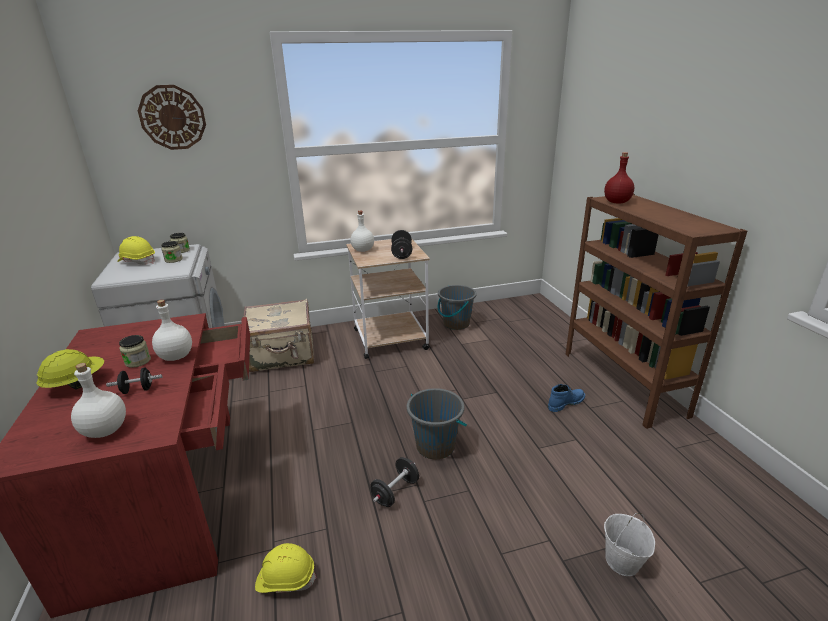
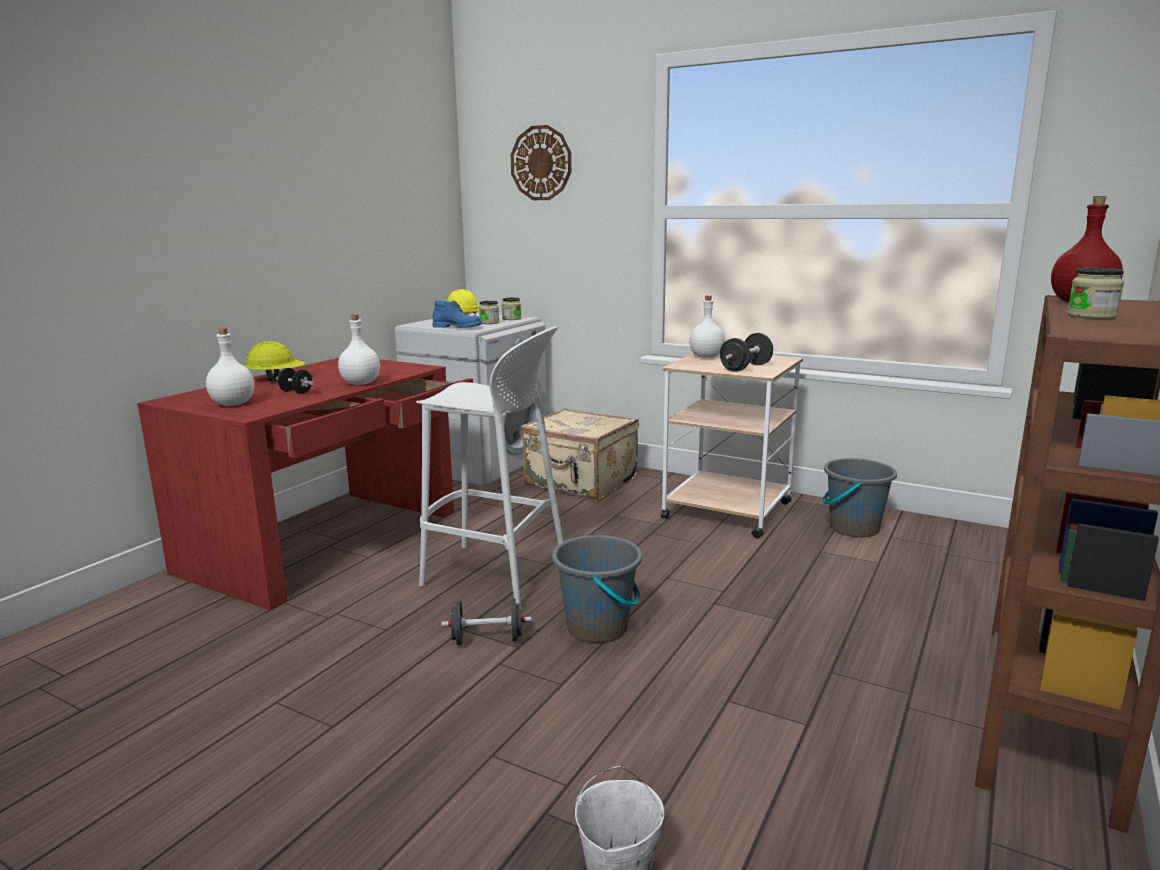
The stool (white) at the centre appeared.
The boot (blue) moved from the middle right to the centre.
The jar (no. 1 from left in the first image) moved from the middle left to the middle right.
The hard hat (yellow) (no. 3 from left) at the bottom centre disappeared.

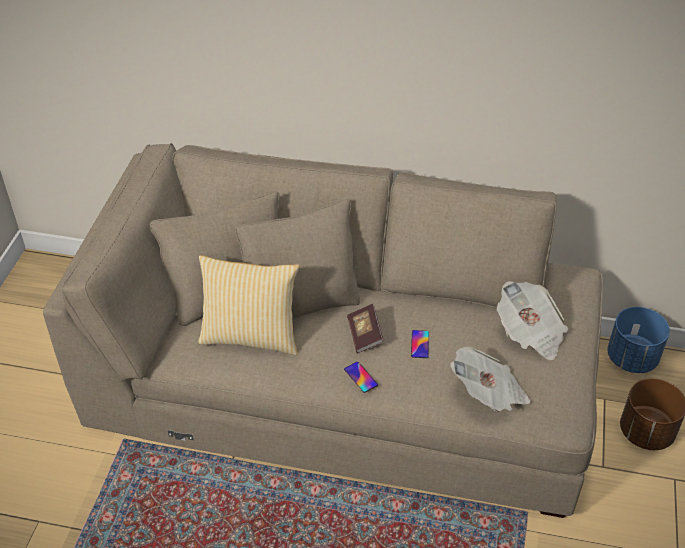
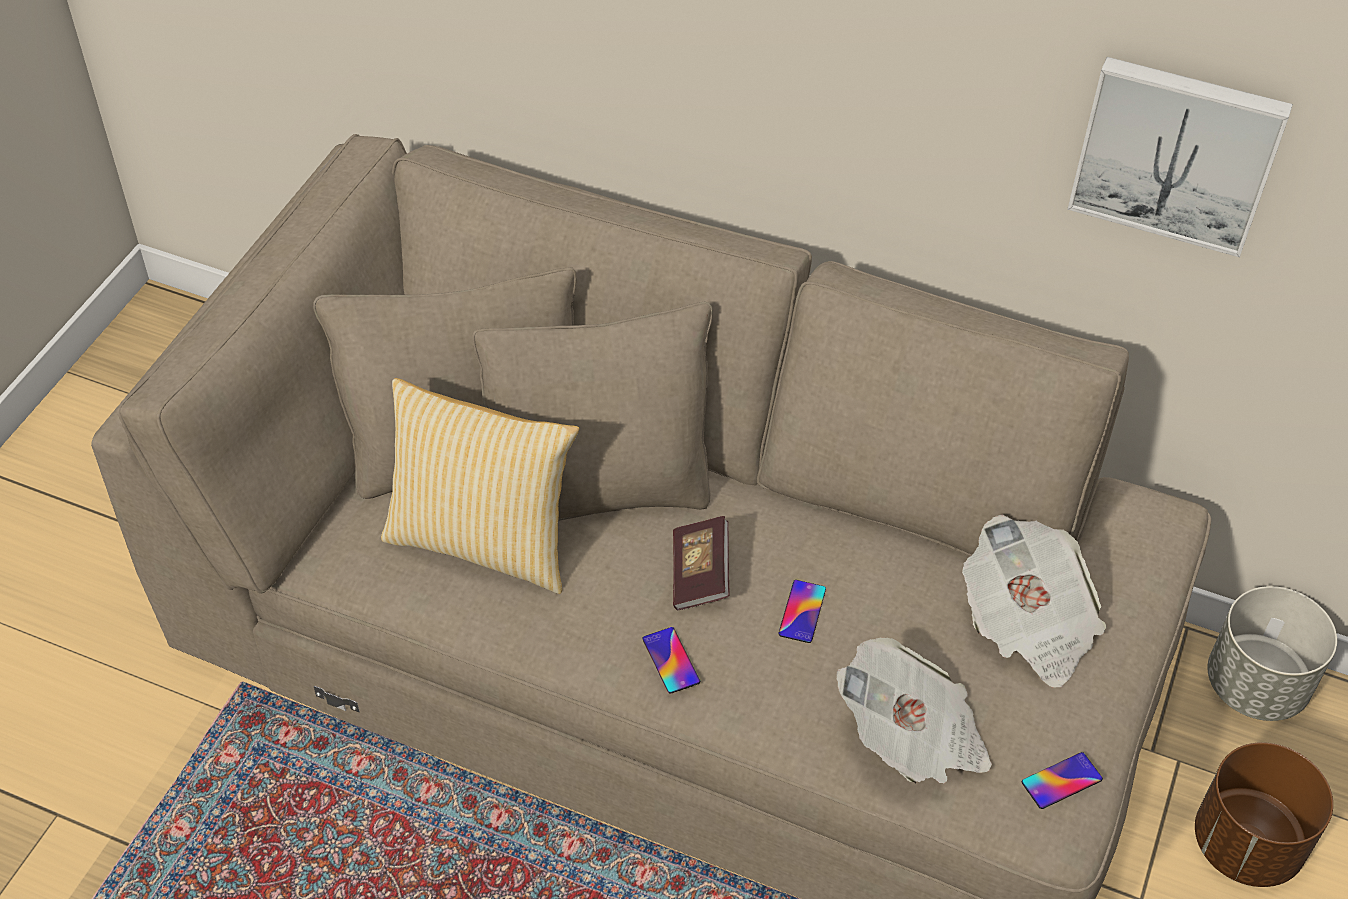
The phone (no. 3 from left) at the bottom right appeared.
The picture at the top right appeared.
The planter (blue) at the middle right became the planter (grey) at the bottom right.

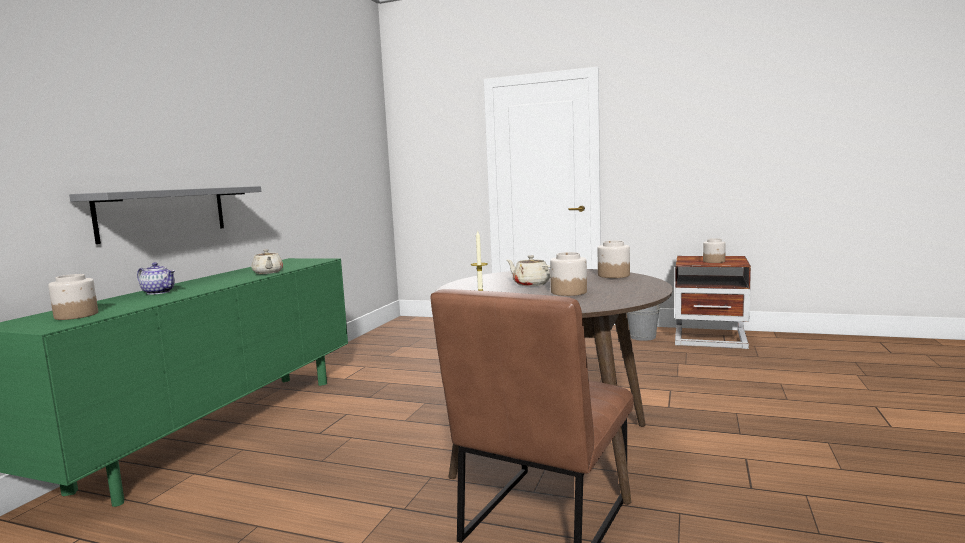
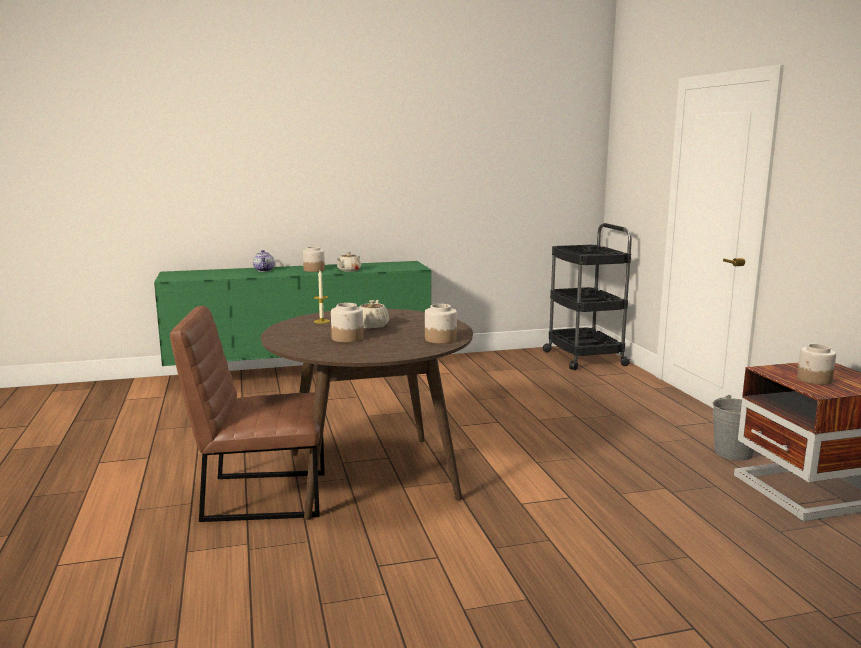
The jar (no. 1 from left) moved from the middle left to the centre.
The cart (black) at the middle right appeared.
The shelf (grey) at the middle left disappeared.

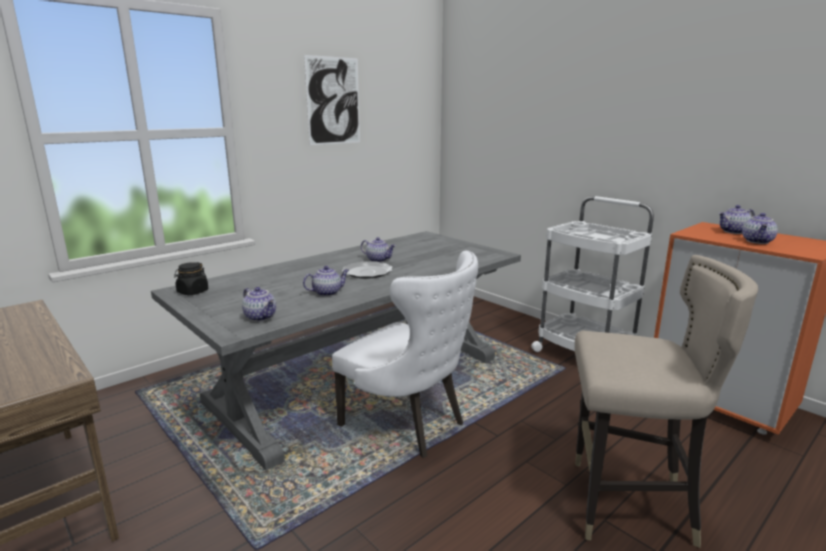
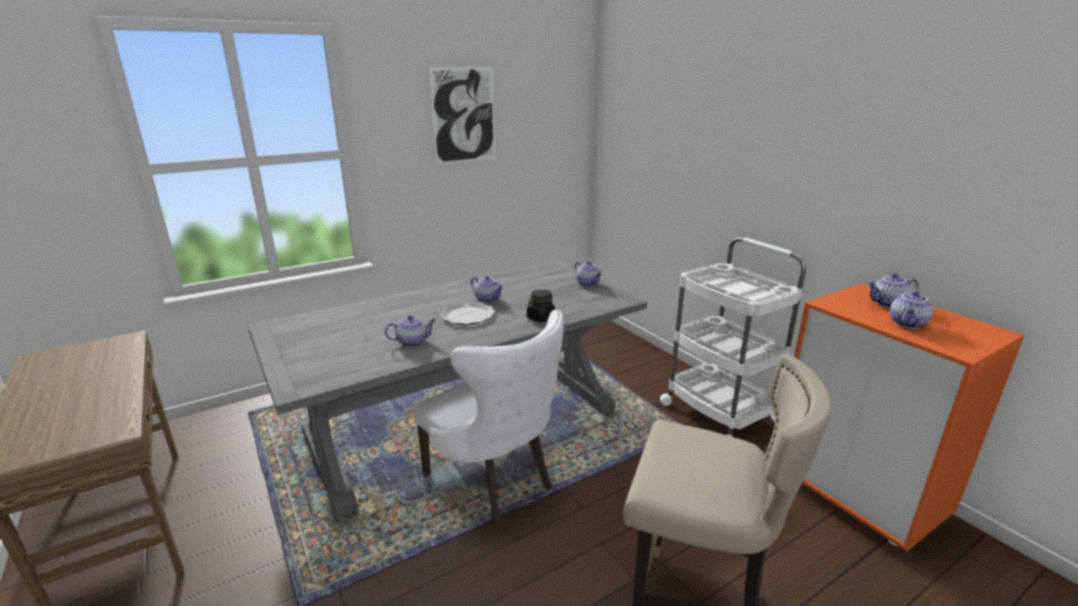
The jar (black) moved from the middle left to the centre.
The teapot (no. 1 from left in the first image) moved from the middle left to the centre.

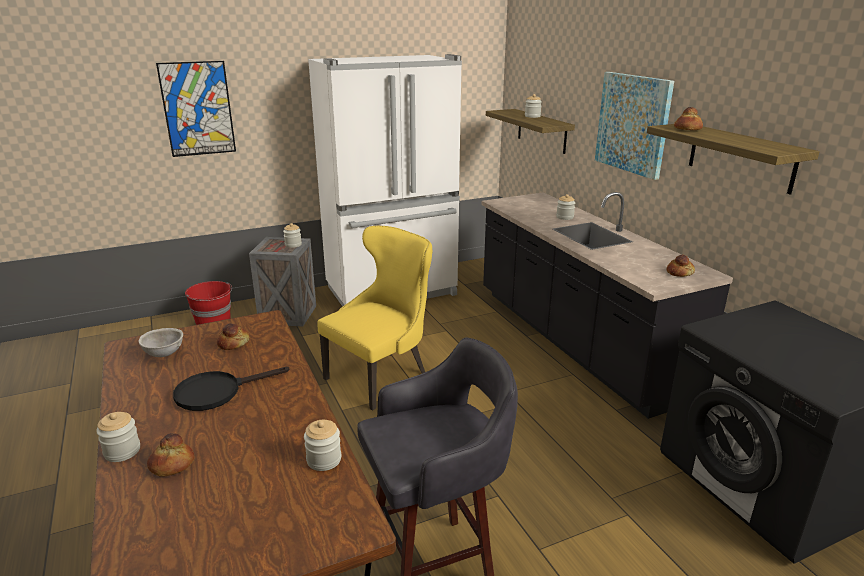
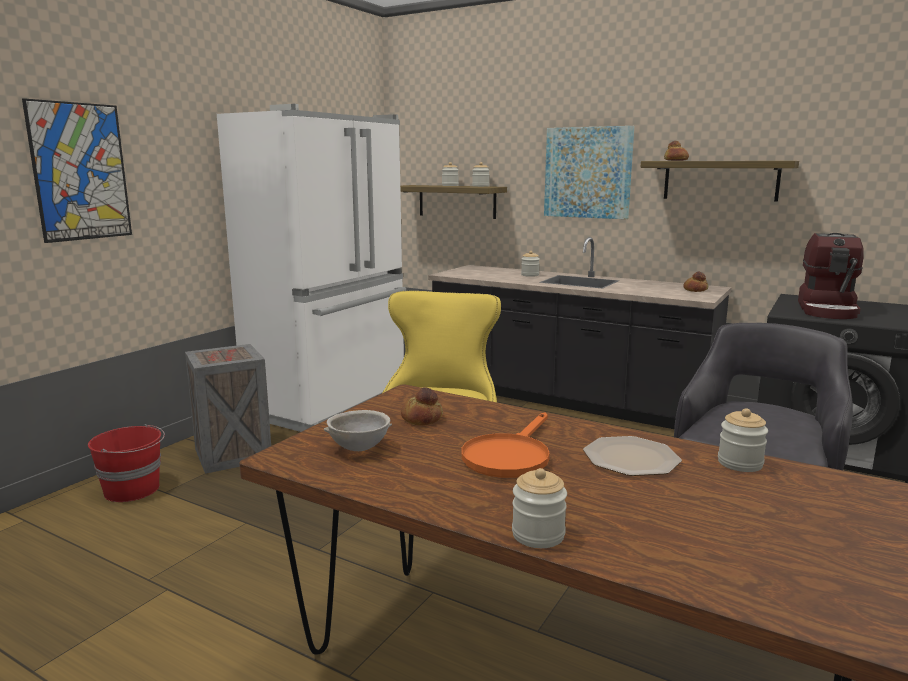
The frying pan (black) at the bottom left became the frying pan (orange) at the centre.
The jar (no. 2 from left) moved from the centre to the top centre.
The plate at the bottom right appeared.
The coffee machine at the middle right appeared.
The bread (no. 1 from left) at the bottom left disappeared.

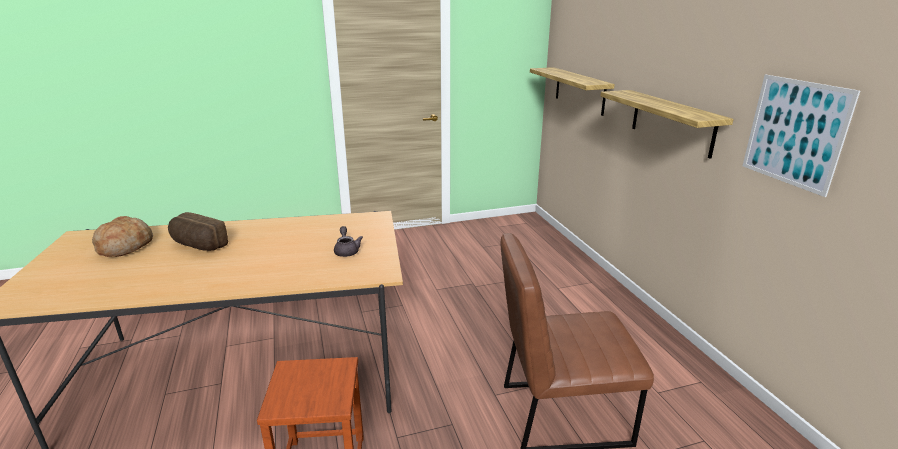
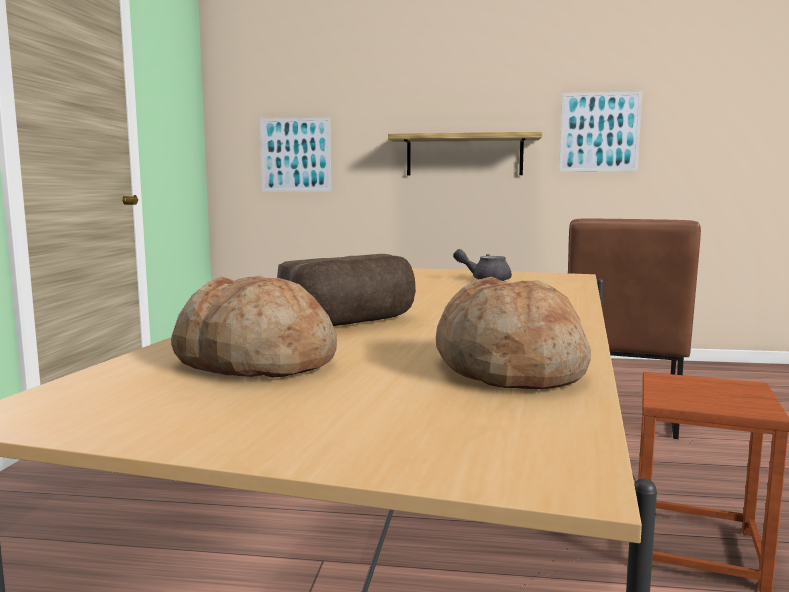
The shelf (no. 1 from left) at the top centre was replaced by the picture (no. 1 from left) at the top centre.
The bread (no. 3 from left) at the centre appeared.

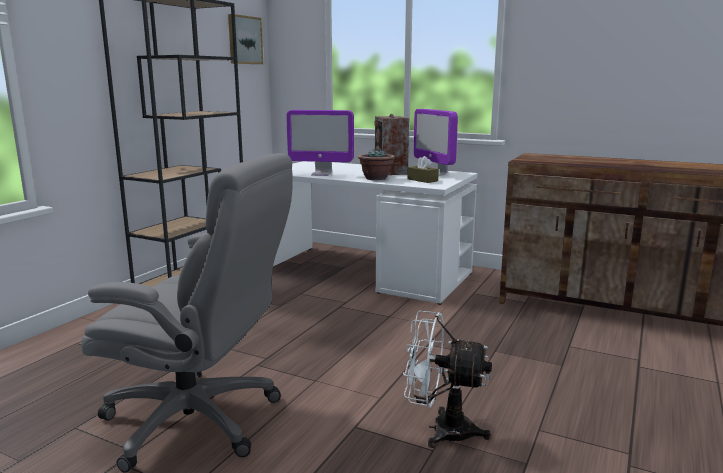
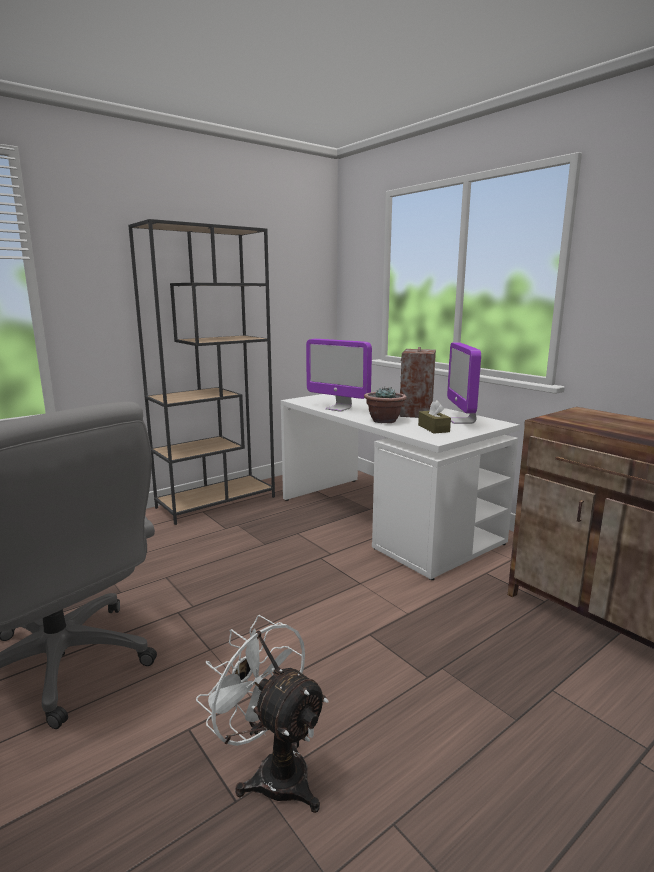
The picture at the top centre disappeared.

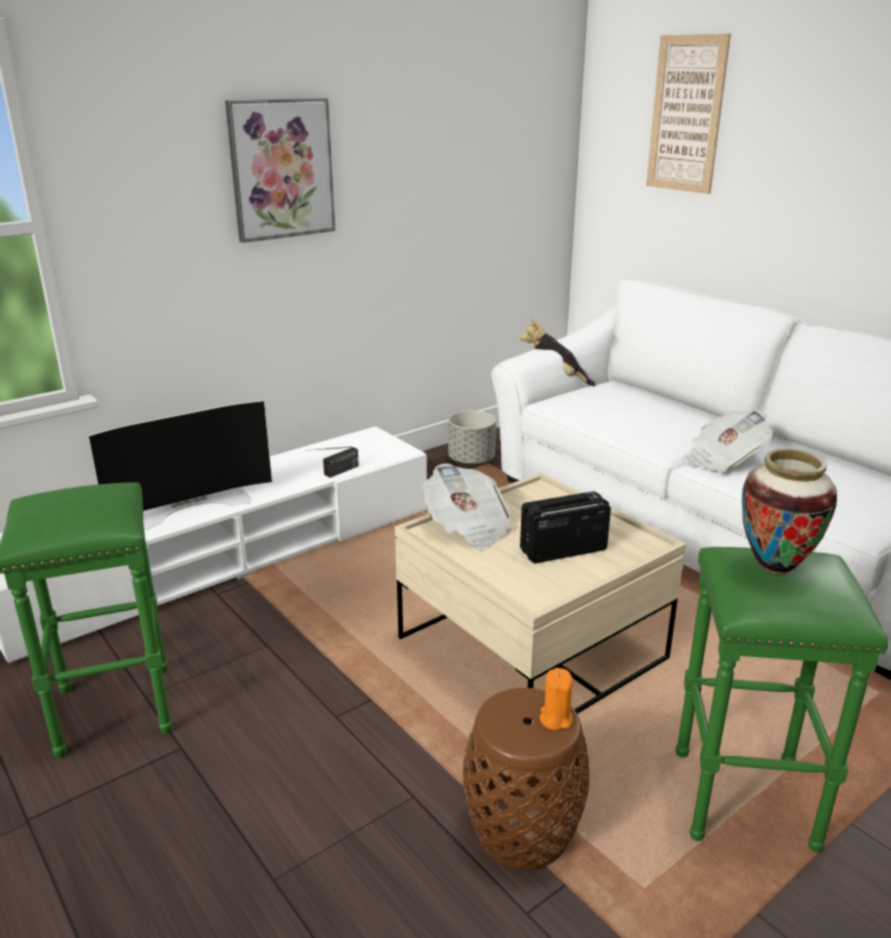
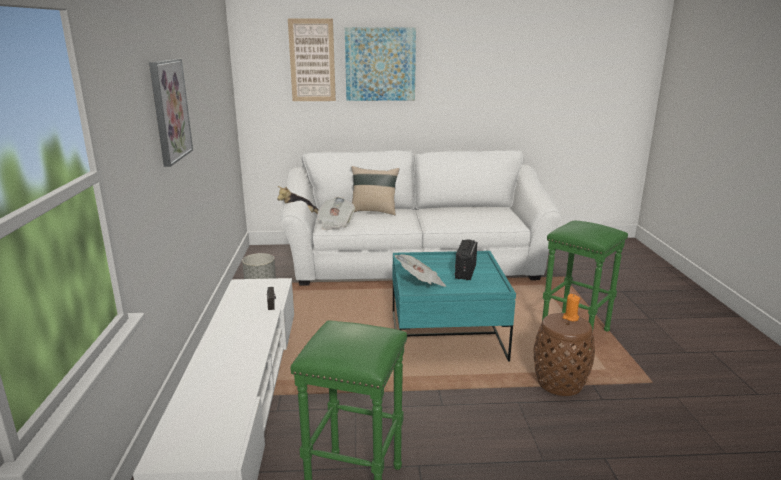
The newspaper (no. 2 from left in the first image) moved from the middle right to the centre.
The picture (no. 3 from left) at the top centre appeared.
The pillow (beige) at the centre appeared.
The coffee table (beige) at the centre became the coffee table (turquoise) at the centre.
The television at the middle left disappeared.
The vase at the middle right disappeared.

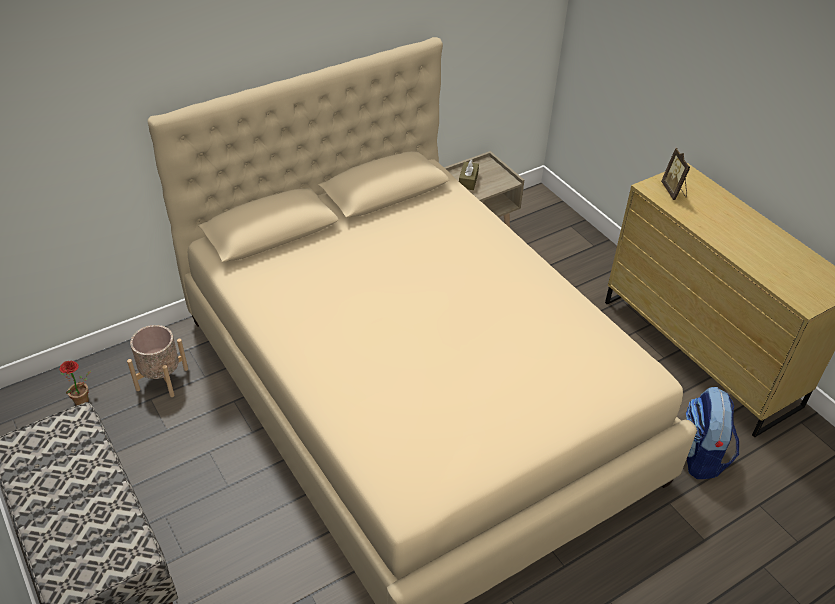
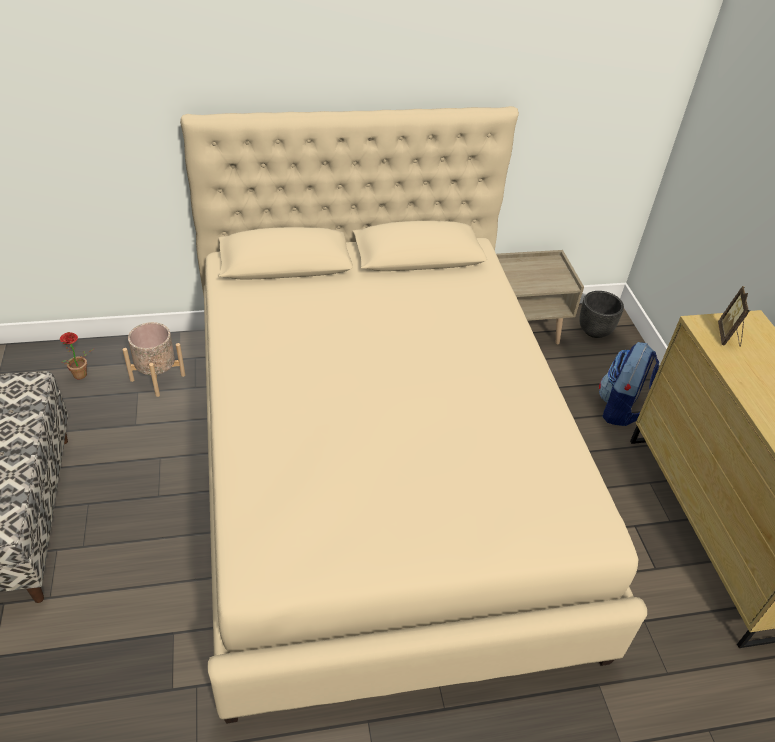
The planter (black) at the middle right appeared.
The backpack moved from the bottom right to the middle right.
The tissue box (brown) at the top centre disappeared.

